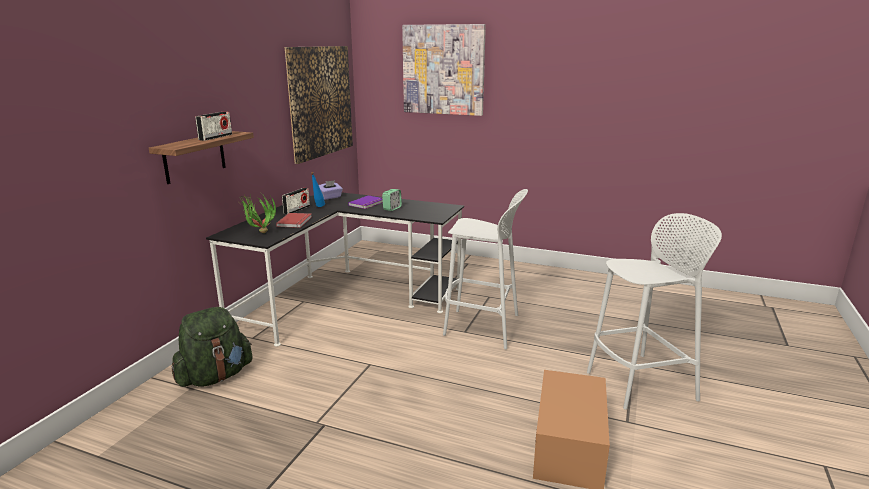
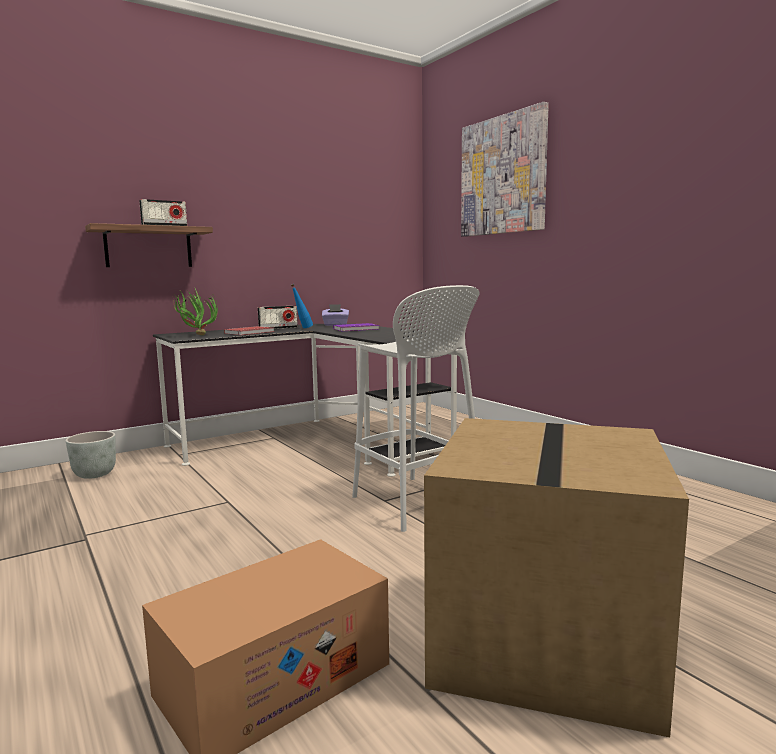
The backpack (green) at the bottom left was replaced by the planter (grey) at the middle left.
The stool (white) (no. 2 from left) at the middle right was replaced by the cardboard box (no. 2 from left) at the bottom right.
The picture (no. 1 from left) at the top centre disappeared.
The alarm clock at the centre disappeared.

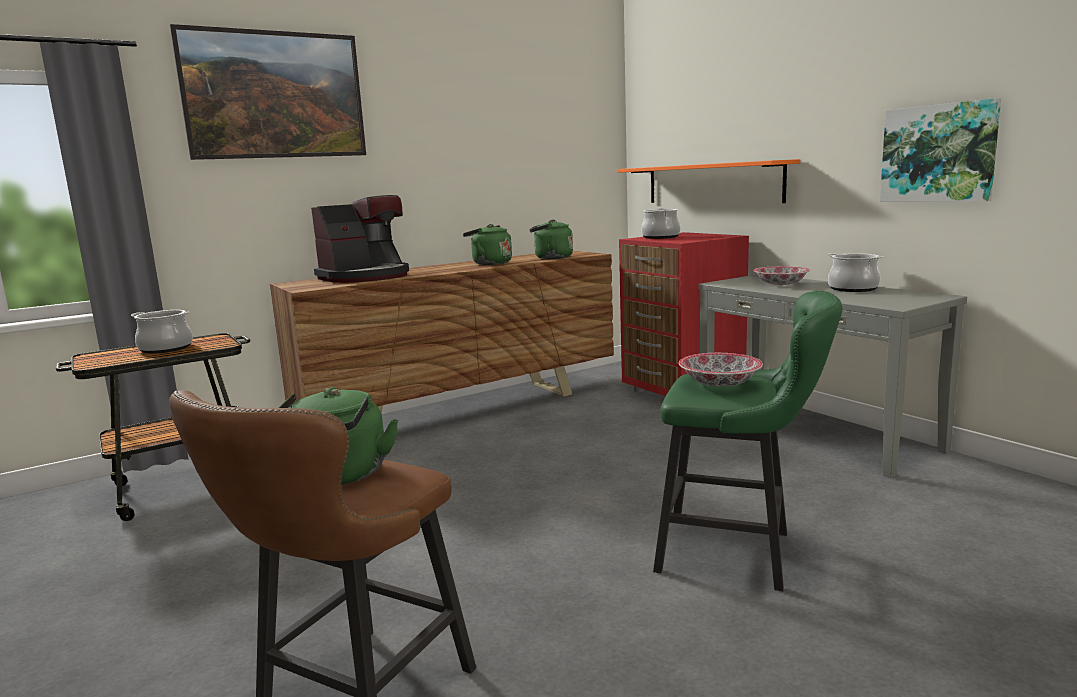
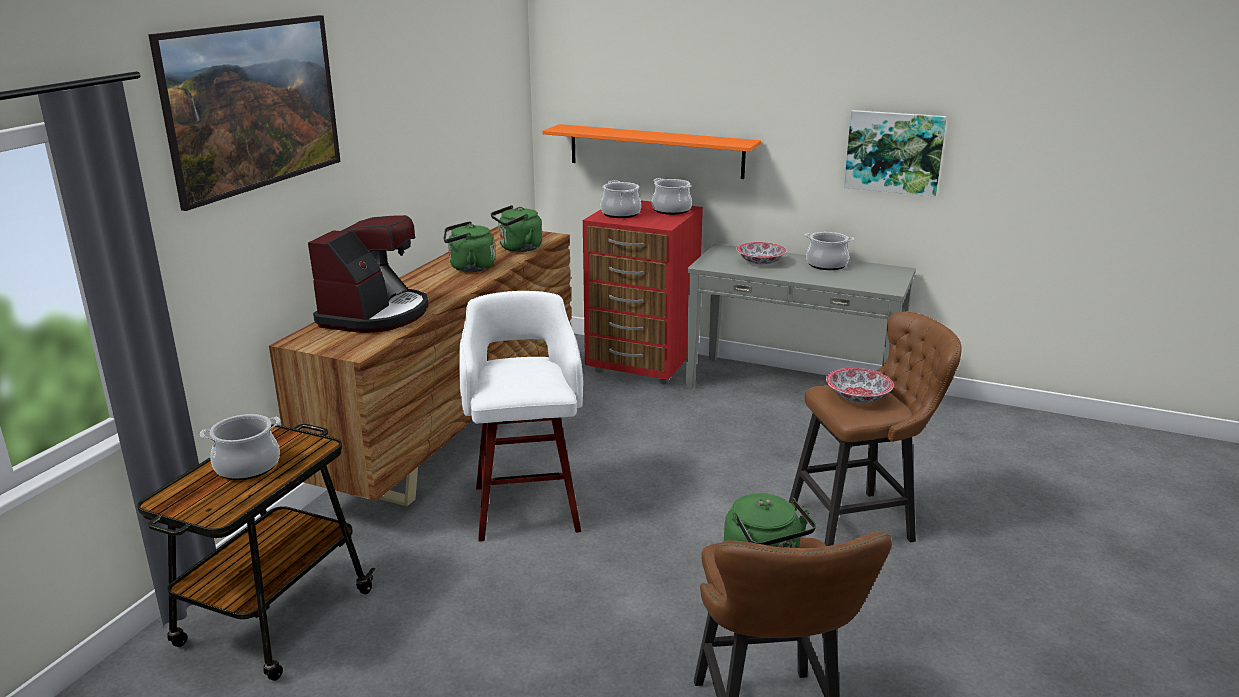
The stool (white) at the centre appeared.
The cooking pot (no. 3 from left) at the top centre appeared.
The stool (green) at the middle right became the stool (brown) (no. 2 from left) at the middle right.

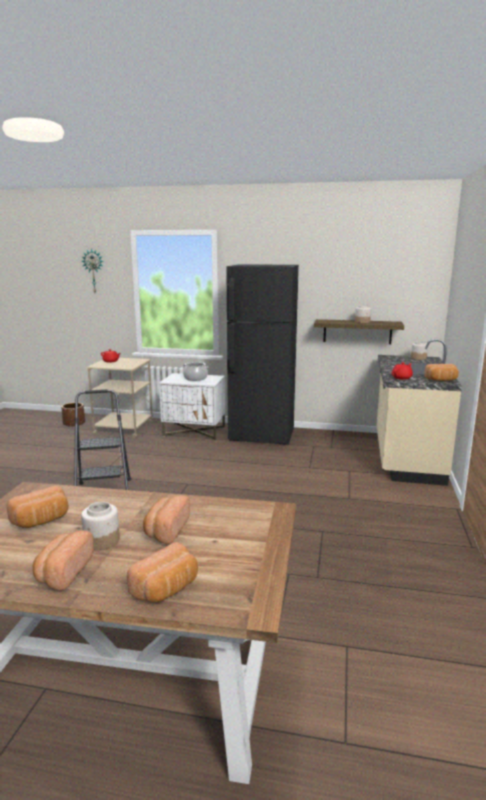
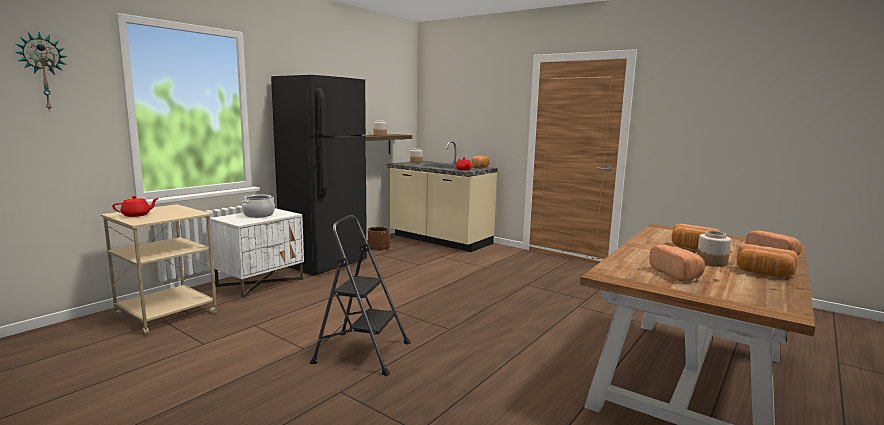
The planter (brown) moved from the middle left to the centre.

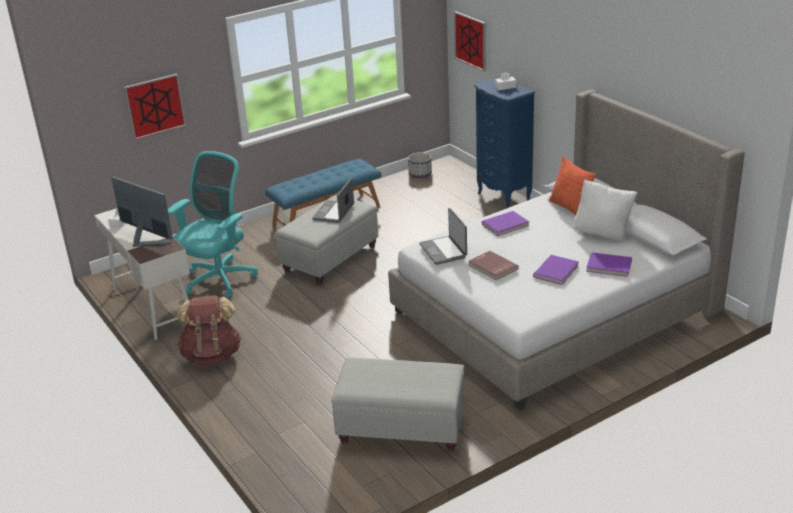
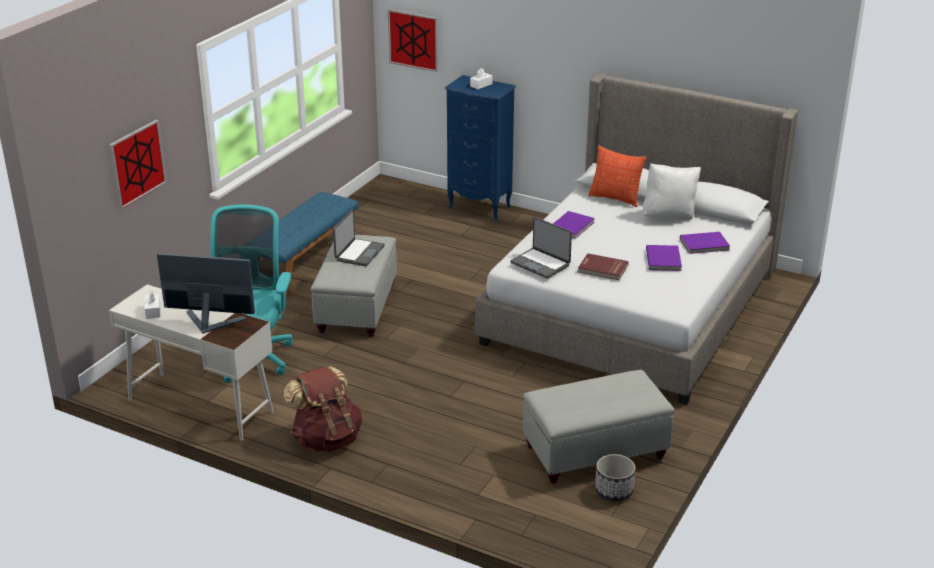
The laptop (no. 1 from left) at the centre turned 150 degrees counterclockwise.
The planter moved from the top centre to the bottom centre.

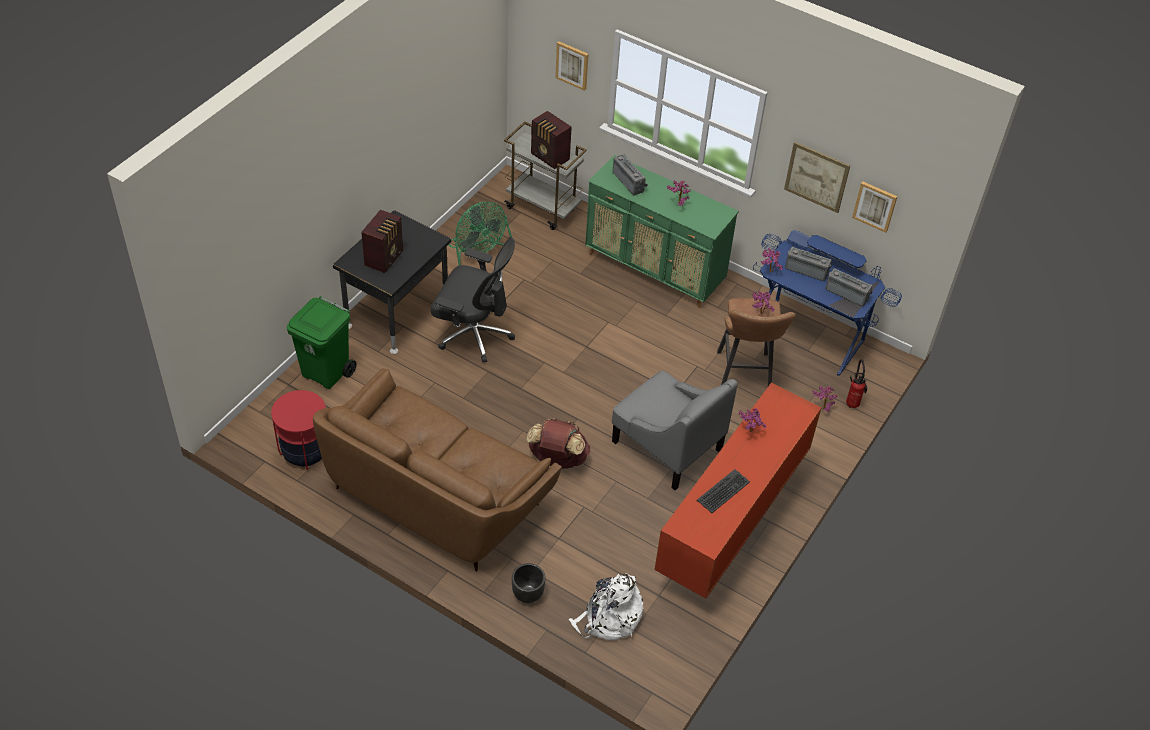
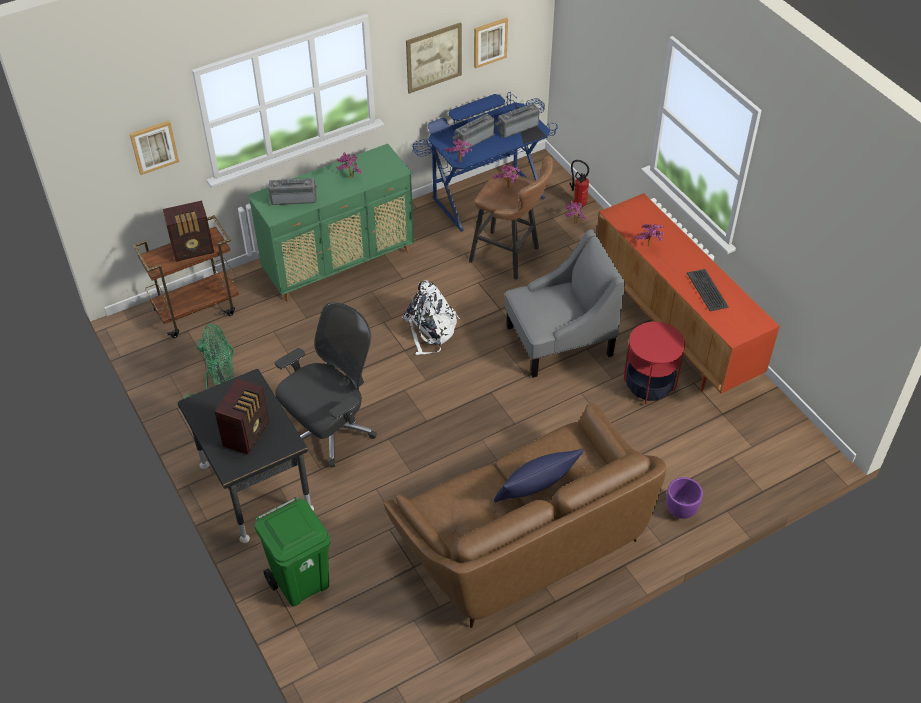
The cart (grey) at the top centre became the cart (brown) at the middle left.
The radio (no. 1 from left in the first image) at the top left turned 60 degrees clockwise.
The backpack (white) moved from the bottom centre to the centre.
The pillow (blue) at the bottom centre appeared.
The side table (red) moved from the middle left to the middle right.
The planter (black) at the bottom centre became the planter (purple) at the bottom right.
The backpack (brown) at the centre disappeared.

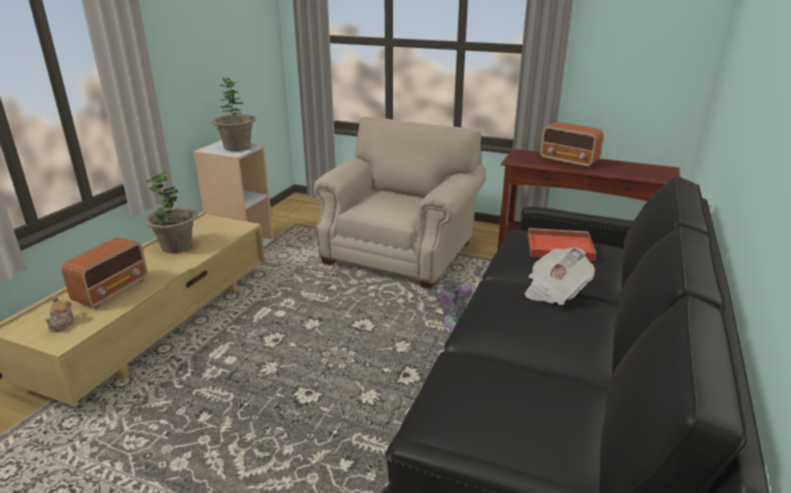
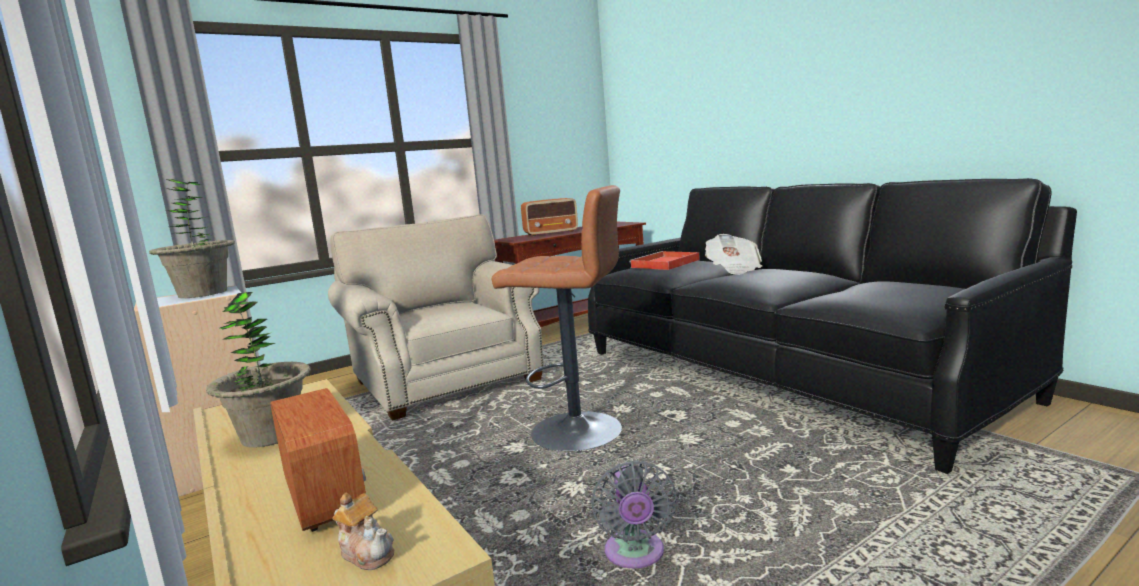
The stool (brown) at the centre appeared.
The fan (grey) moved from the centre to the bottom centre.

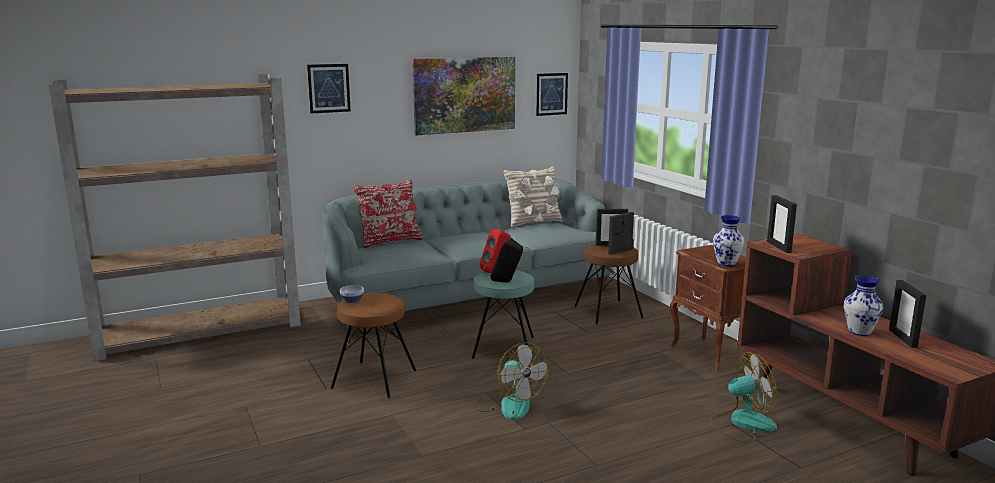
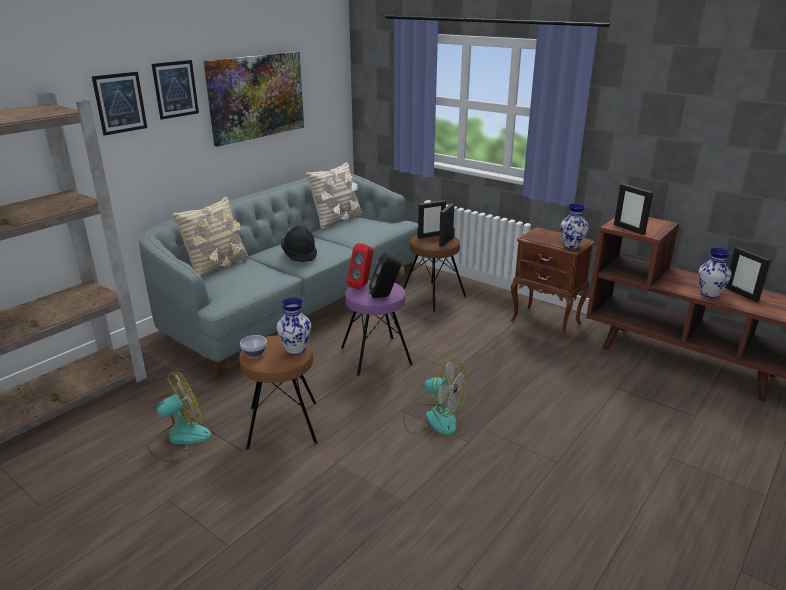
The fan (no. 2 from left in the first image) moved from the bottom right to the bottom left.
The picture (no. 3 from left in the first image) moved from the top centre to the top left.
The pillow (red) at the centre became the pillow (beige) (no. 1 from left) at the middle left.
The vase (no. 1 from left) at the centre appeared.
The hat (black) at the centre appeared.
The stool (turquoise) at the centre became the stool (purple) at the centre.

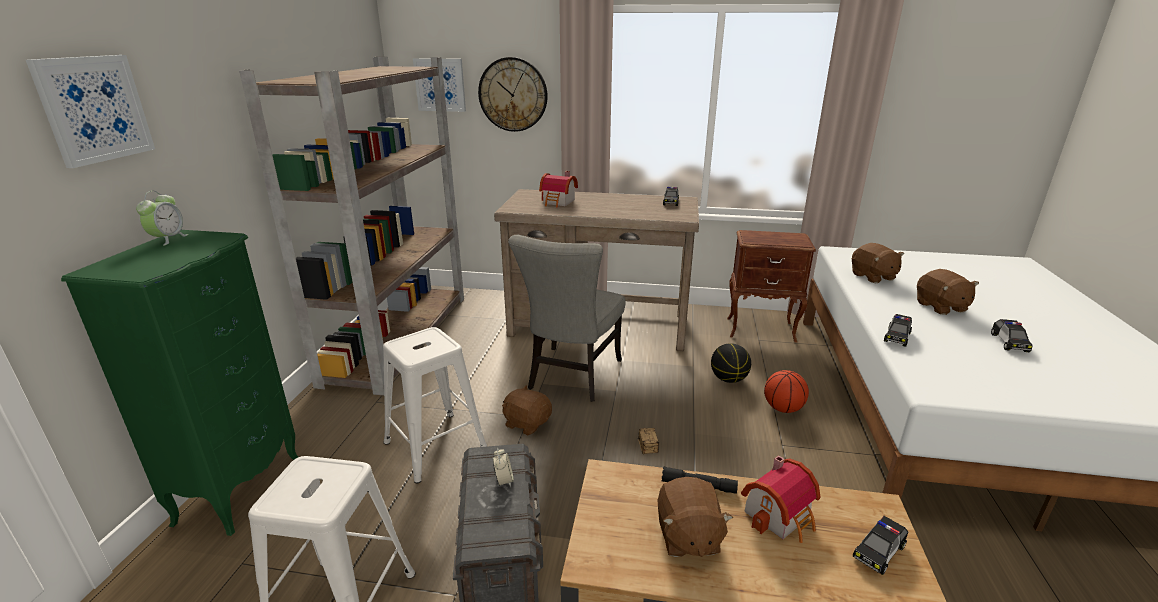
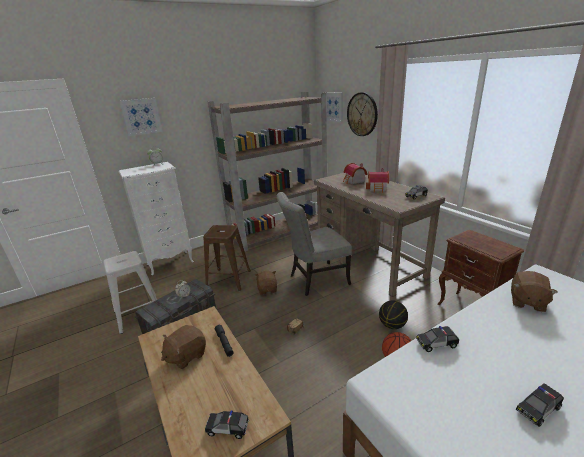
The dresser (green) at the middle left became the dresser (white) at the middle left.
The stool (white) (no. 2 from left) at the bottom centre became the stool (brown) at the centre.
The toy house (no. 2 from left) moved from the bottom right to the centre.
The plush toy (brown) (no. 4 from left) at the middle right disappeared.

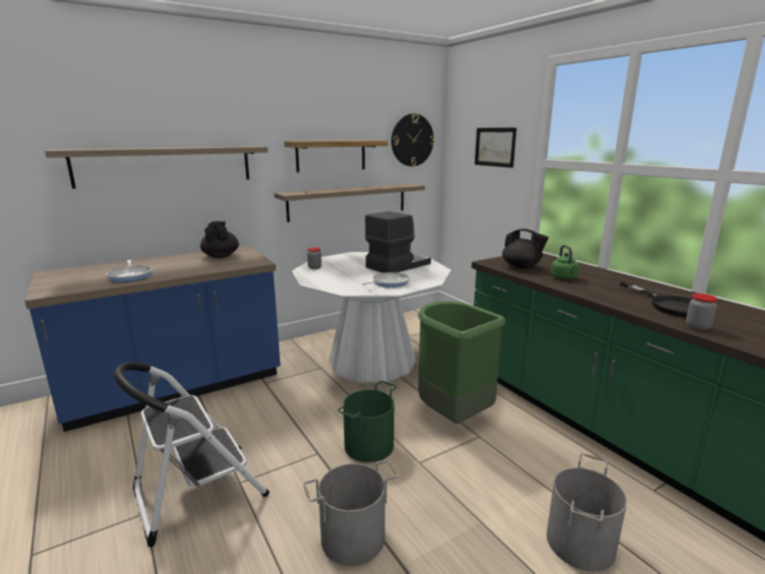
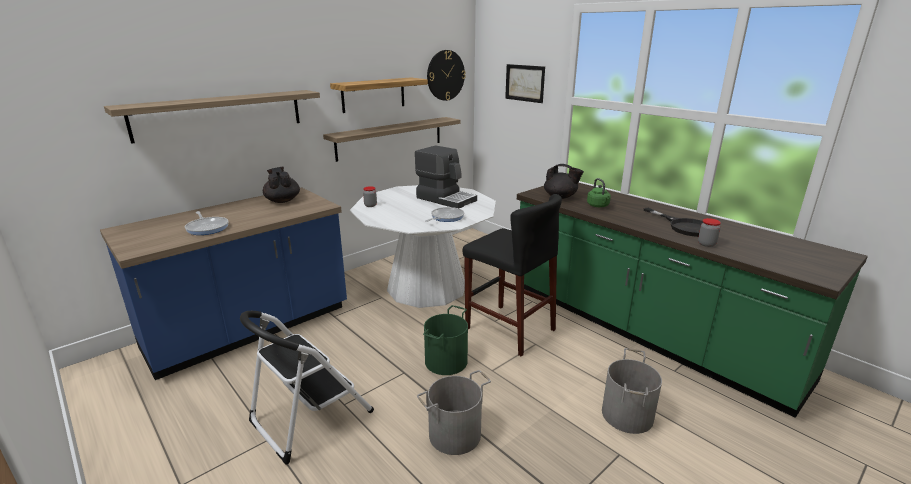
The coffee machine at the centre turned 90 degrees clockwise.
The trash can (green) at the centre was replaced by the stool (black) at the centre.

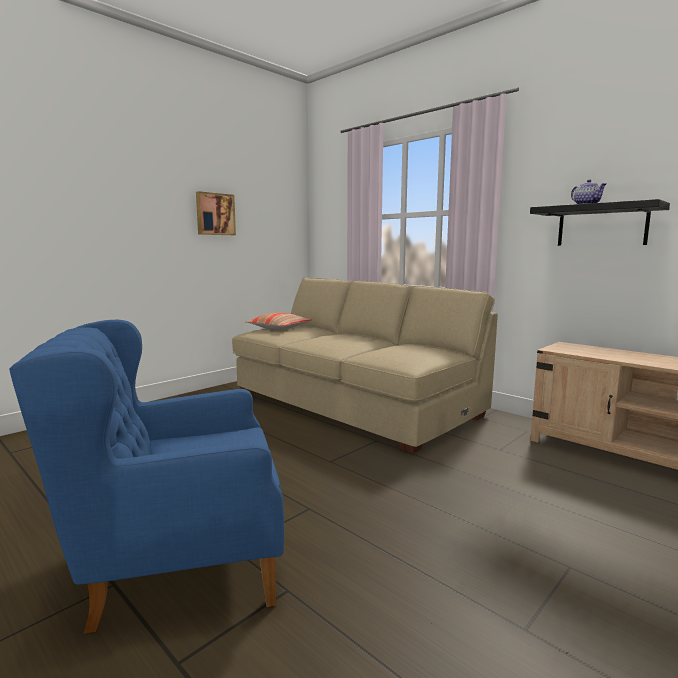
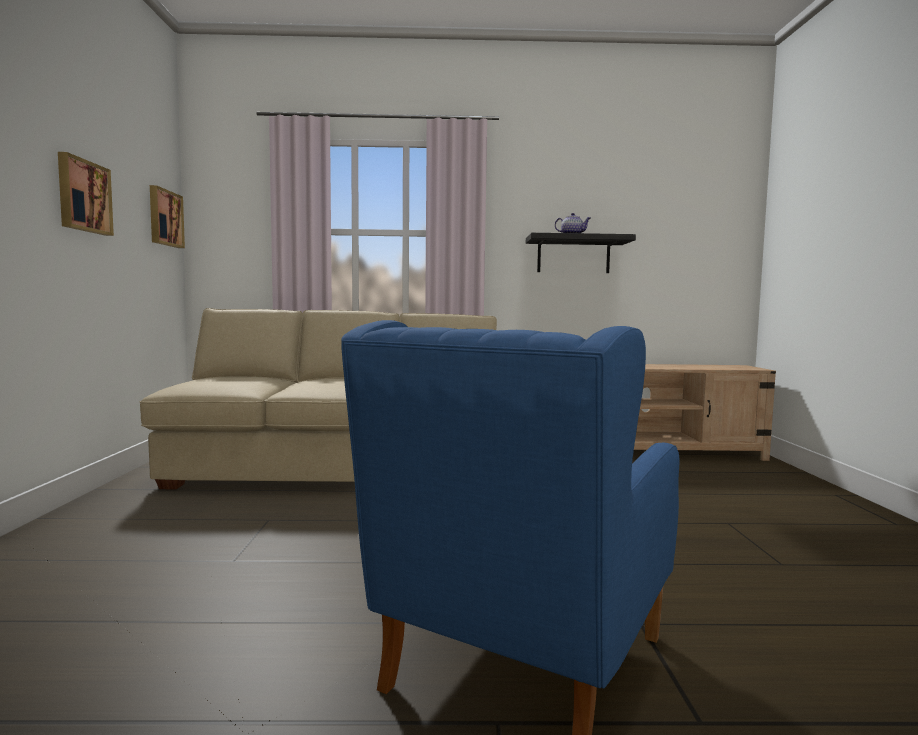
The picture (no. 2 from left) at the top left appeared.
The pillow at the centre disappeared.

